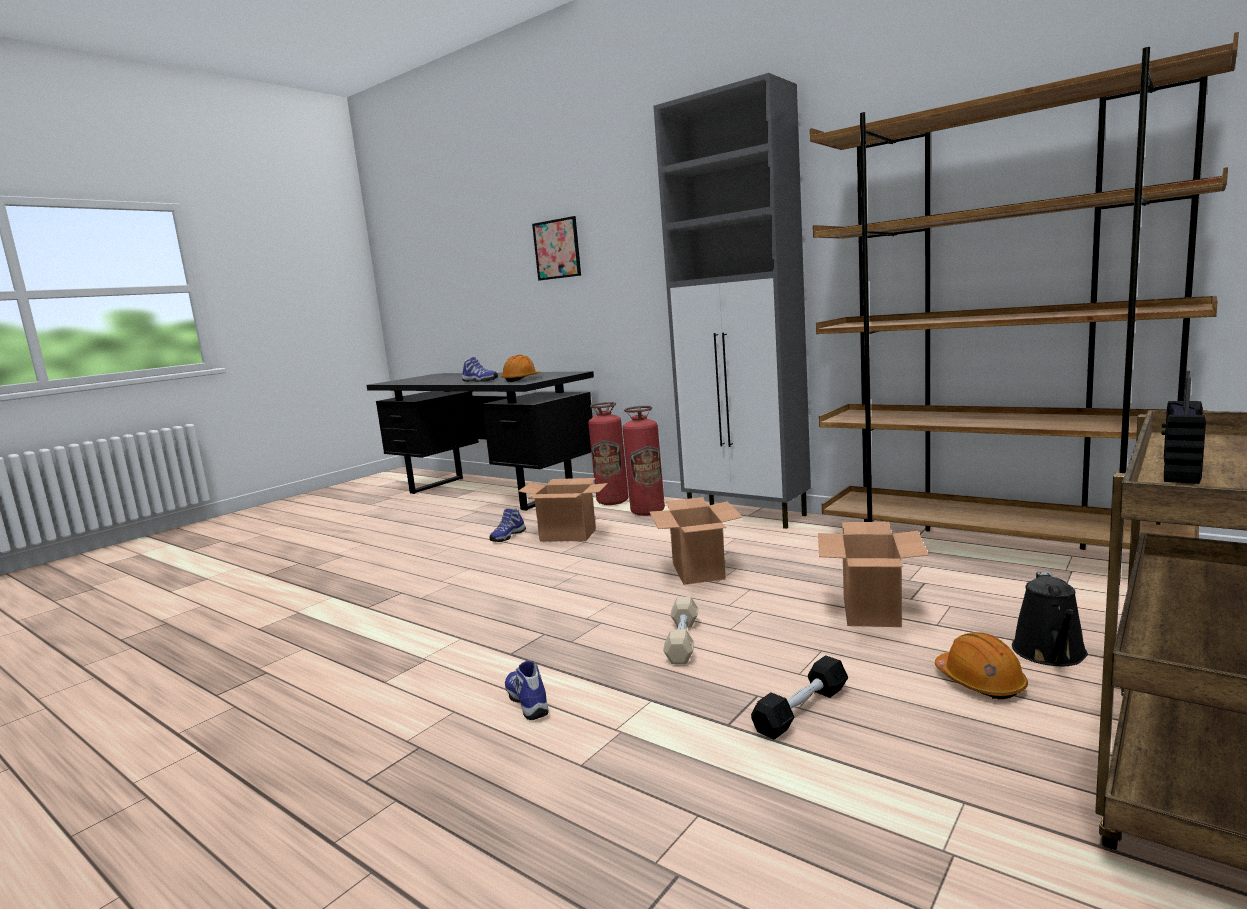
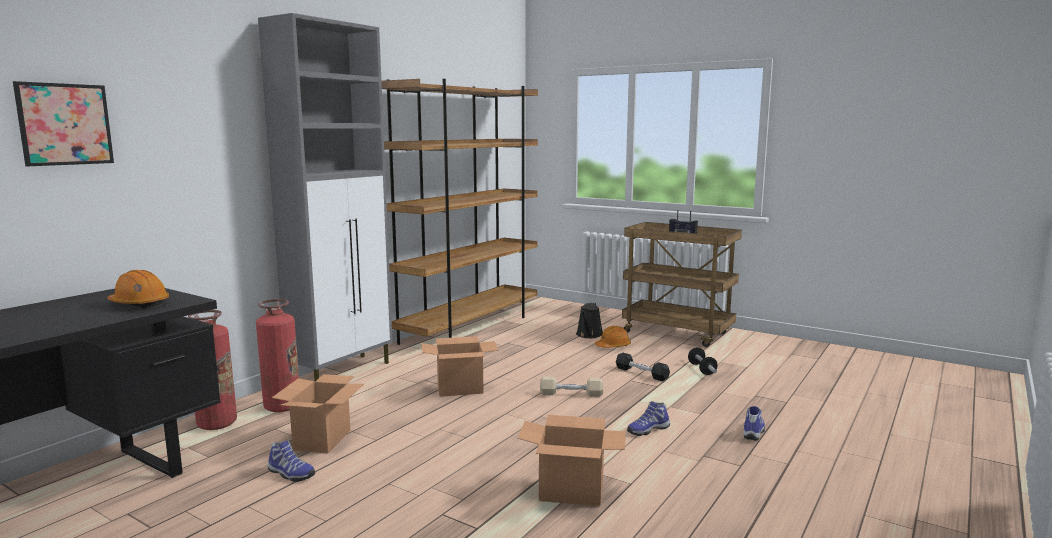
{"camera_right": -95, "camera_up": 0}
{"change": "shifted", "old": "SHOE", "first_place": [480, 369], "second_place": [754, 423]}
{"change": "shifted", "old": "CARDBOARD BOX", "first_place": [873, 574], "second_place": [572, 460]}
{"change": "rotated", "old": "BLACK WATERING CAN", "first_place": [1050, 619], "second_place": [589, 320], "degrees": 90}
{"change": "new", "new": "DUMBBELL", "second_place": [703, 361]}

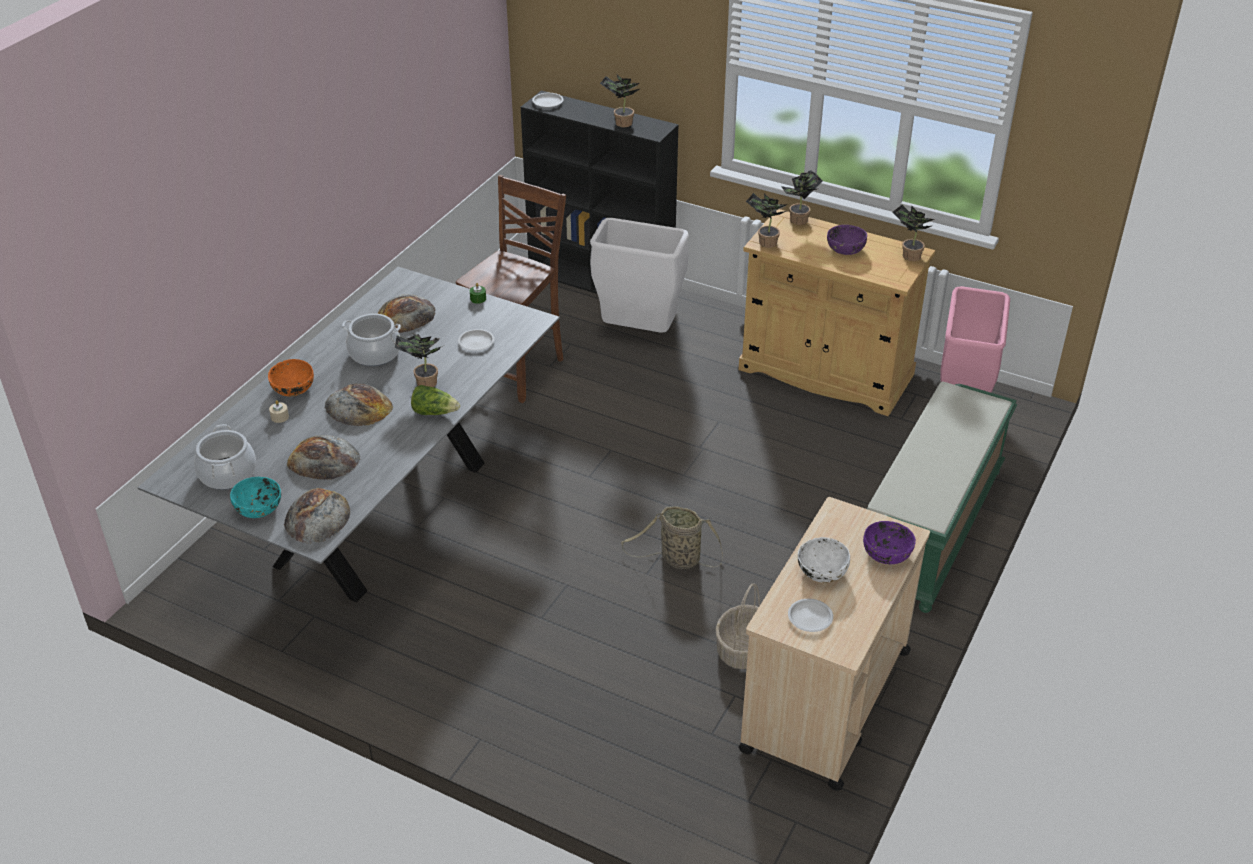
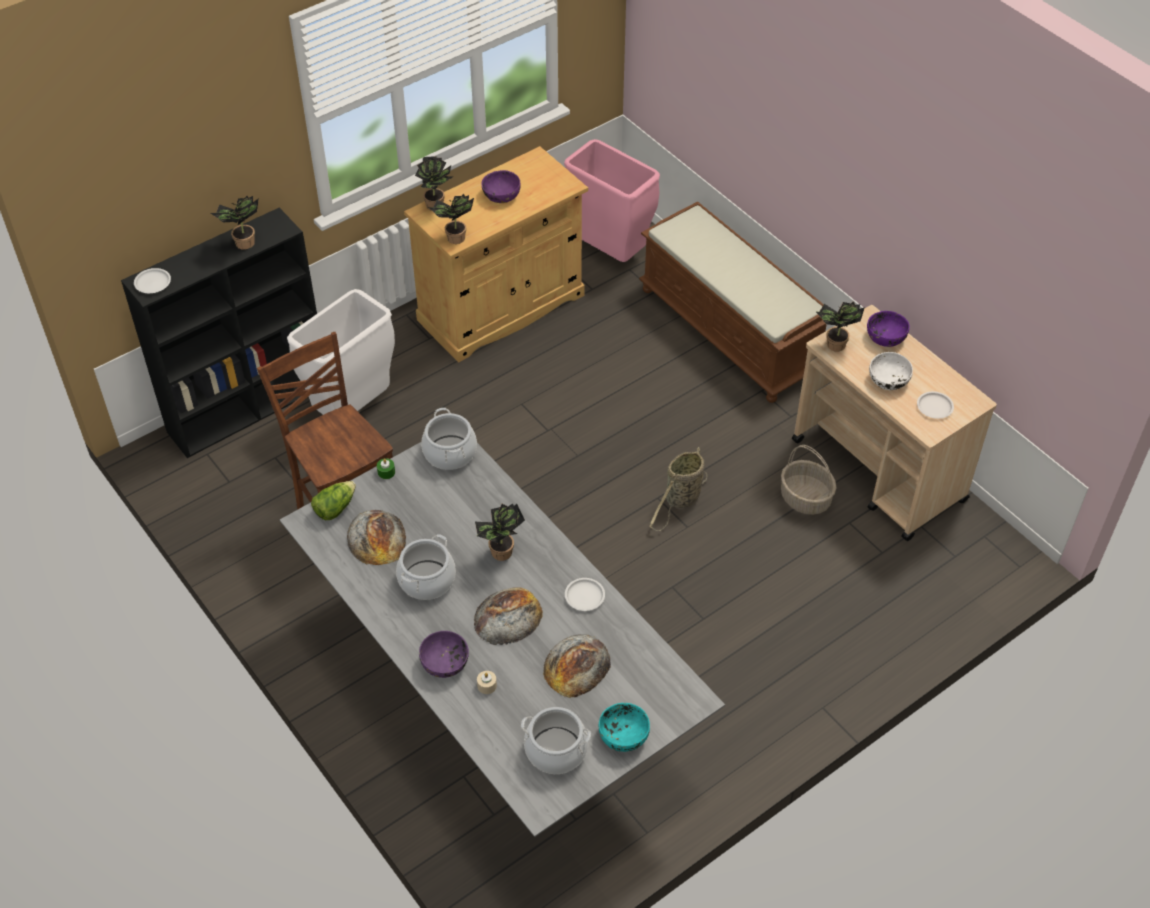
{"camera_right": -65, "camera_up": 10}
{"change": "repainted", "old": "ORANGE BOWL", "new": "PURPLE BOWL", "first_place": [291, 377], "second_place": [444, 654]}
{"change": "gone", "old": "BREAD", "first_place": [317, 516]}
{"change": "shifted", "old": "LETTUCE", "first_place": [435, 400], "second_place": [333, 500]}
{"change": "shifted", "old": "WHITE PLATE", "first_place": [476, 340], "second_place": [585, 594]}
{"change": "repainted", "old": "GREEN BENCH", "new": "BROWN BENCH", "first_place": [942, 497], "second_place": [733, 302]}
{"change": "shifted", "old": "POTTED PLANT", "first_place": [914, 233], "second_place": [840, 326]}
{"change": "new", "new": "COOKING POT", "second_place": [449, 439]}

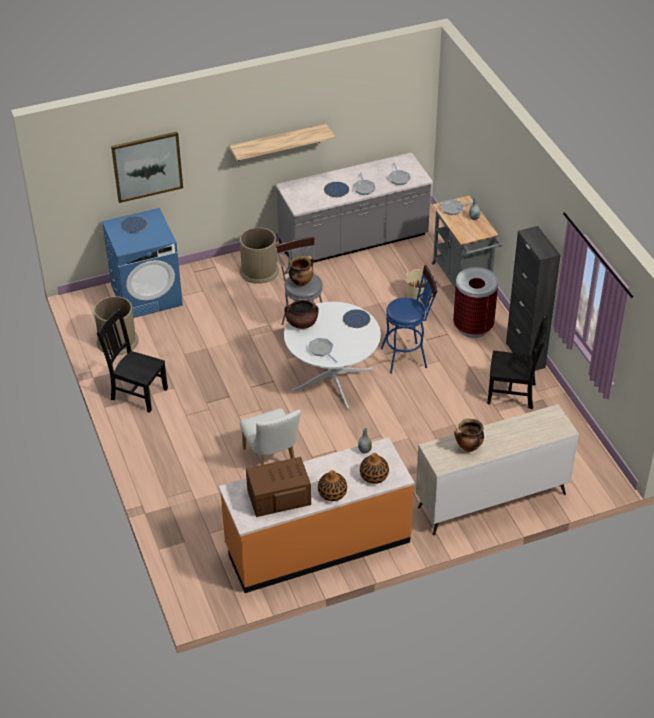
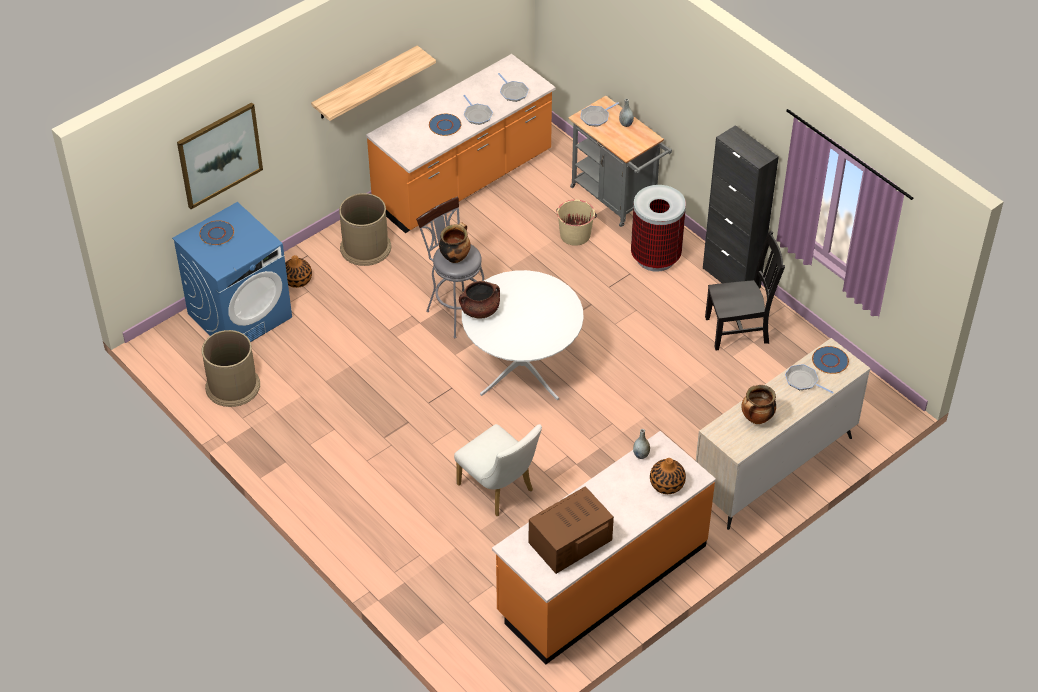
{"camera_right": -20, "camera_up": 5}
{"change": "gone", "old": "BLACK CHAIR", "first_place": [132, 360]}
{"change": "repainted", "old": "GREY COUNTER", "new": "ORANGE COUNTER", "first_place": [354, 207], "second_place": [460, 143]}
{"change": "shifted", "old": "FRYING PAN", "first_place": [322, 350], "second_place": [809, 379]}
{"change": "shifted", "old": "VASE", "first_place": [332, 485], "second_place": [298, 271]}
{"change": "shifted", "old": "BLUE PLATE", "first_place": [356, 318], "second_place": [830, 360]}
{"change": "gone", "old": "BLUE STOOL", "first_place": [409, 319]}

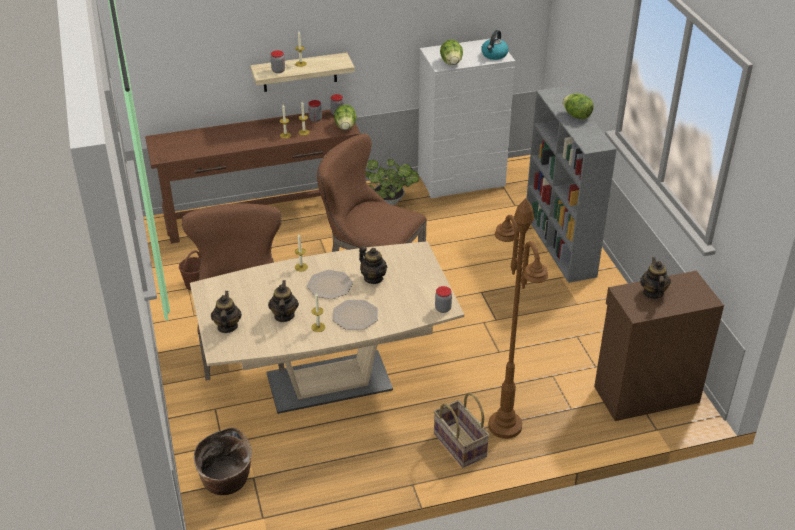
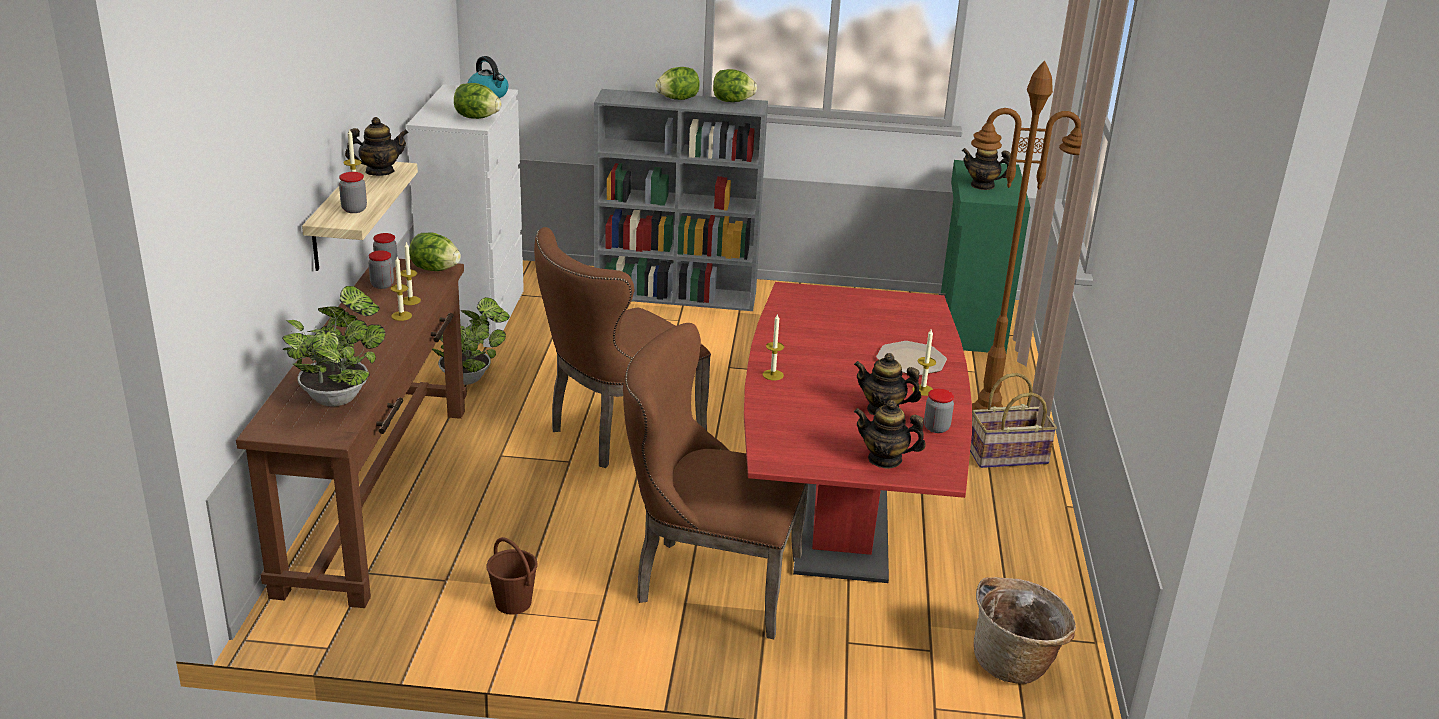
{"camera_right": -70, "camera_up": -10}
{"change": "repainted", "old": "BEIGE DINING TABLE", "new": "RED DINING TABLE", "first_place": [327, 327], "second_place": [858, 432]}
{"change": "gone", "old": "PLATE", "first_place": [330, 284]}
{"change": "shifted", "old": "TEAPOT", "first_place": [373, 265], "second_place": [377, 146]}
{"change": "shifted", "old": "JAR", "first_place": [443, 299], "second_place": [939, 411]}
{"change": "repainted", "old": "BROWN CABINET", "new": "GREEN CABINET", "first_place": [659, 346], "second_place": [984, 256]}
{"change": "new", "new": "POTTED PLANT", "second_place": [333, 346]}
{"change": "new", "new": "LETTUCE", "second_place": [735, 85]}

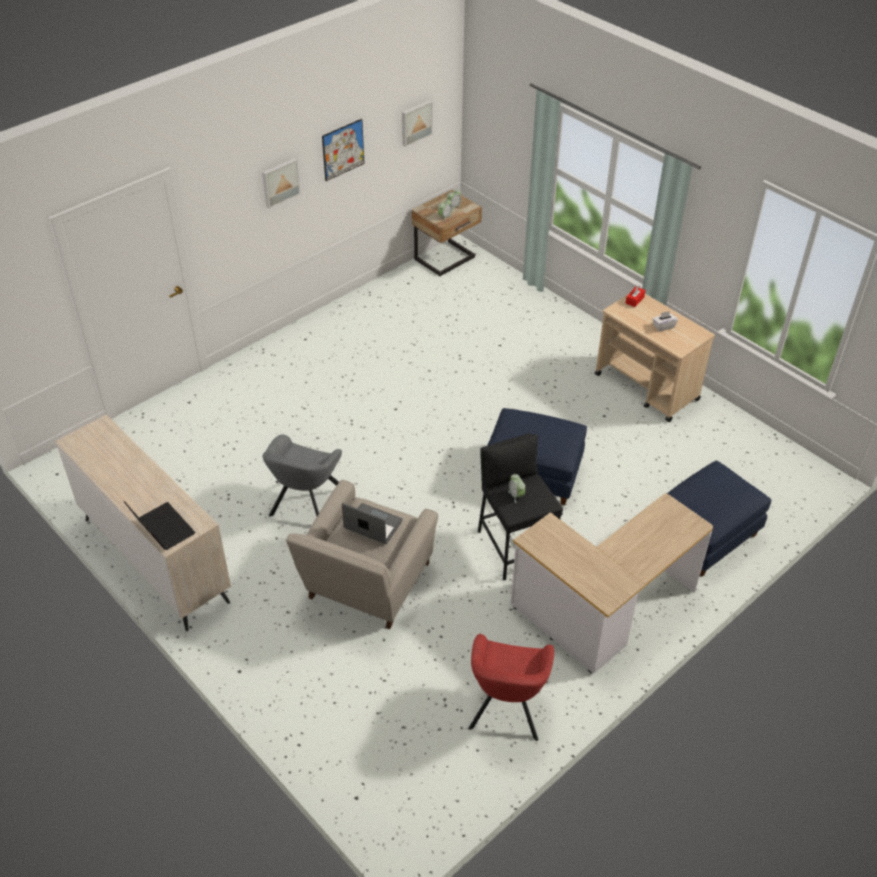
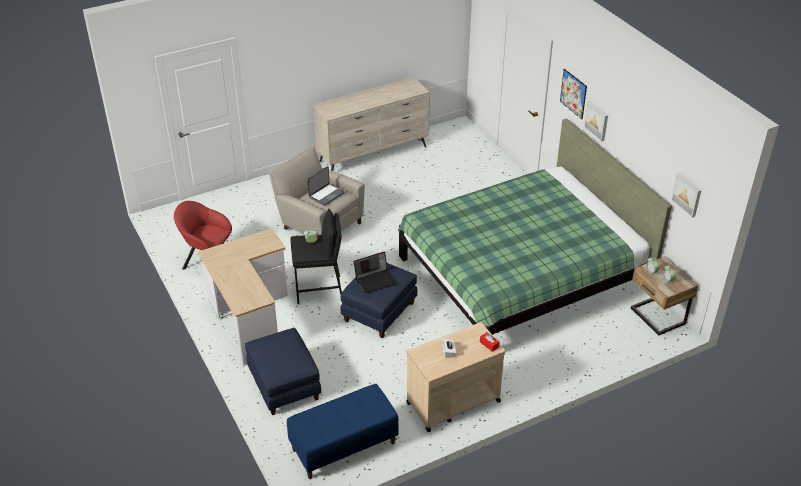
{"camera_right": 105, "camera_up": -5}
{"change": "shifted", "old": "LAPTOP", "first_place": [159, 525], "second_place": [375, 272]}
{"change": "gone", "old": "GREY ARMCHAIR", "first_place": [302, 475]}
{"change": "shifted", "old": "PICTURE", "first_place": [343, 150], "second_place": [573, 94]}
{"change": "new", "new": "BLUE BENCH", "second_place": [343, 431]}
{"change": "new", "new": "GREEN BED", "second_place": [535, 226]}

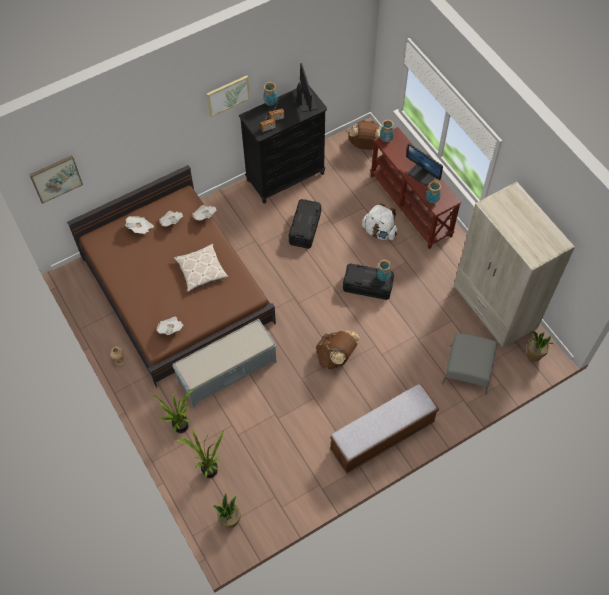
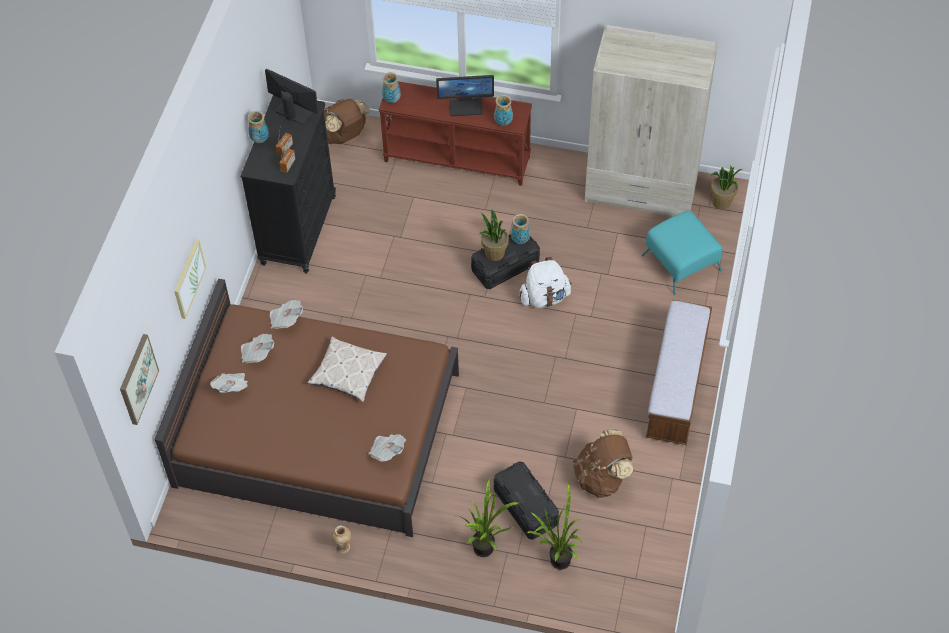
{"camera_right": -45, "camera_up": -5}
{"change": "gone", "old": "GREY BENCH", "first_place": [224, 363]}
{"change": "shifted", "old": "PICTURE", "first_place": [228, 96], "second_place": [190, 279]}
{"change": "shifted", "old": "POTTED PLANT", "first_place": [227, 510], "second_place": [494, 235]}
{"change": "shifted", "old": "BLACK STORAGE BOX", "first_place": [305, 224], "second_place": [526, 500]}
{"change": "shifted", "old": "BROWN BACKPACK", "first_place": [338, 349], "second_place": [603, 463]}
{"change": "shifted", "old": "WHITE BACKPACK", "first_place": [379, 222], "second_place": [545, 282]}
{"change": "repainted", "old": "GREY OTTOMAN", "new": "TURQUOISE OTTOMAN", "first_place": [469, 363], "second_place": [682, 253]}

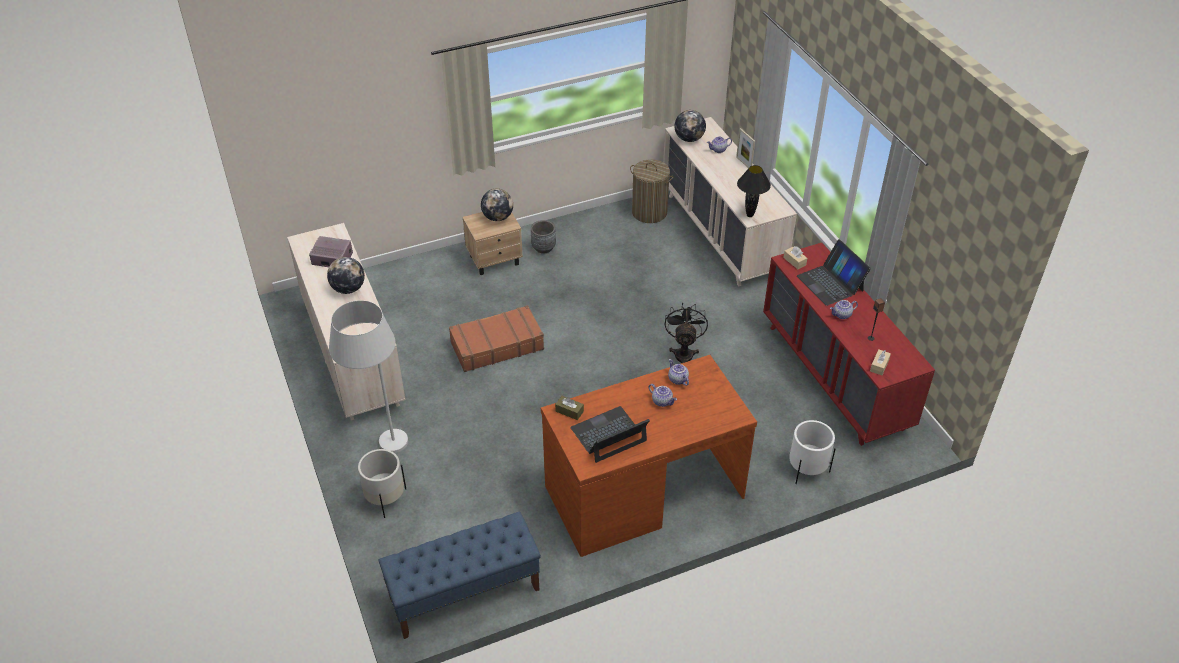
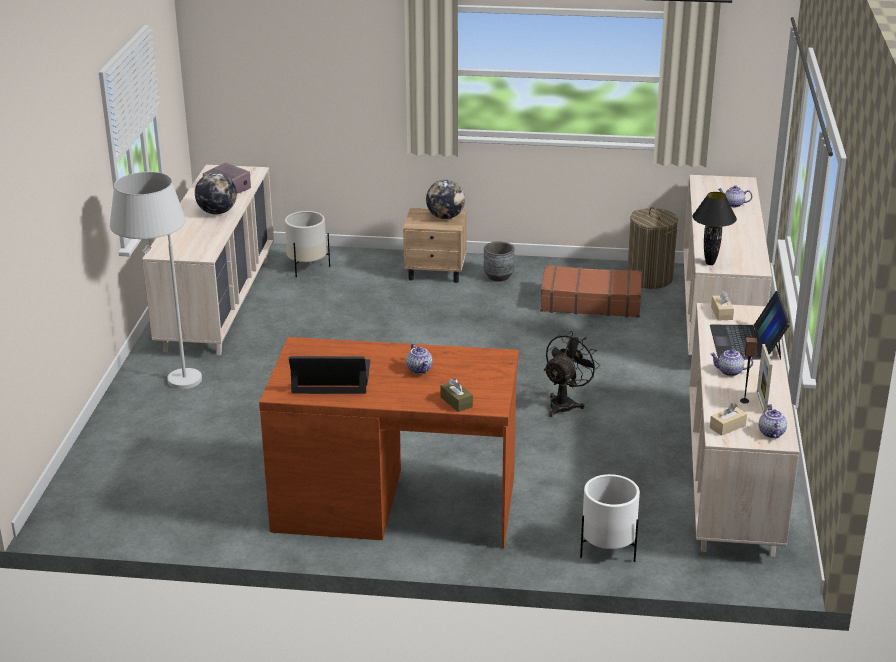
{"camera_right": 30, "camera_up": -15}
{"change": "shifted", "old": "WHITE PLANTER", "first_place": [382, 483], "second_place": [307, 244]}
{"change": "gone", "old": "BLUE BENCH", "first_place": [460, 575]}
{"change": "shifted", "old": "BROWN SUITCASE", "first_place": [496, 338], "second_place": [591, 291]}
{"change": "shifted", "old": "BROWN TISSUE BOX", "first_place": [569, 408], "second_place": [457, 395]}
{"change": "shifted", "old": "TEAPOT", "first_place": [678, 372], "second_place": [773, 421]}
{"change": "gone", "old": "GLOBE", "first_place": [690, 126]}
{"change": "shifted", "old": "PICTURE FRAME", "first_place": [745, 148], "second_place": [764, 378]}
{"change": "repainted", "old": "RED DRESSER", "new": "BEIGE DRESSER", "first_place": [849, 344], "second_place": [744, 430]}

